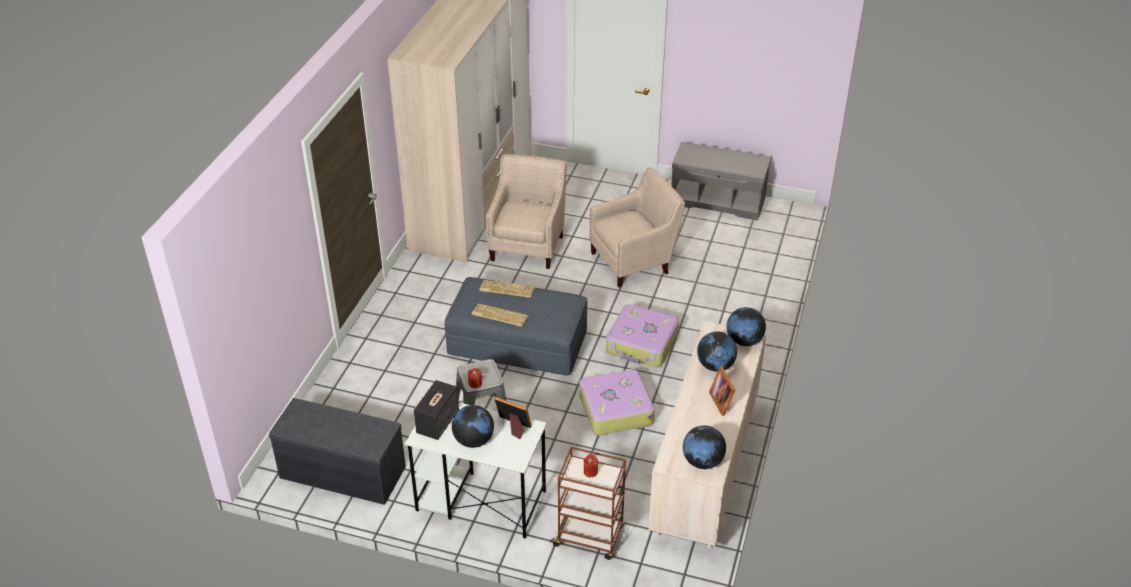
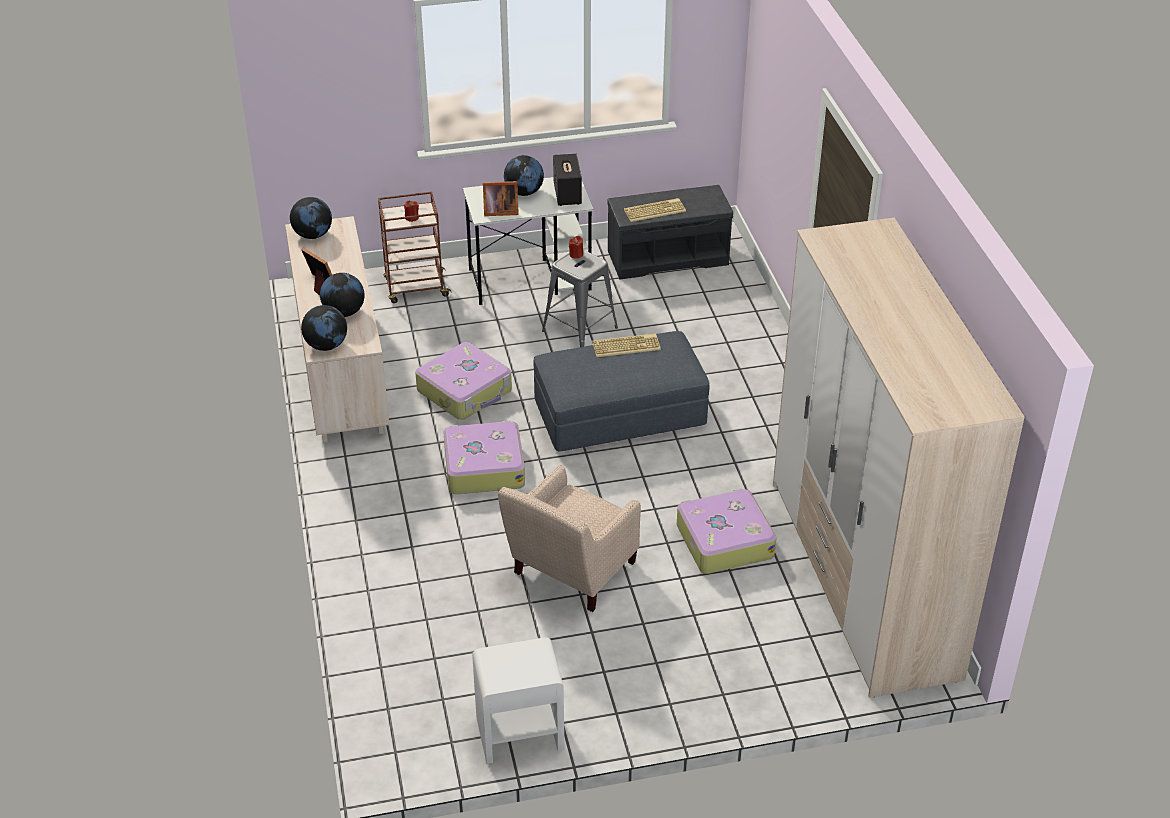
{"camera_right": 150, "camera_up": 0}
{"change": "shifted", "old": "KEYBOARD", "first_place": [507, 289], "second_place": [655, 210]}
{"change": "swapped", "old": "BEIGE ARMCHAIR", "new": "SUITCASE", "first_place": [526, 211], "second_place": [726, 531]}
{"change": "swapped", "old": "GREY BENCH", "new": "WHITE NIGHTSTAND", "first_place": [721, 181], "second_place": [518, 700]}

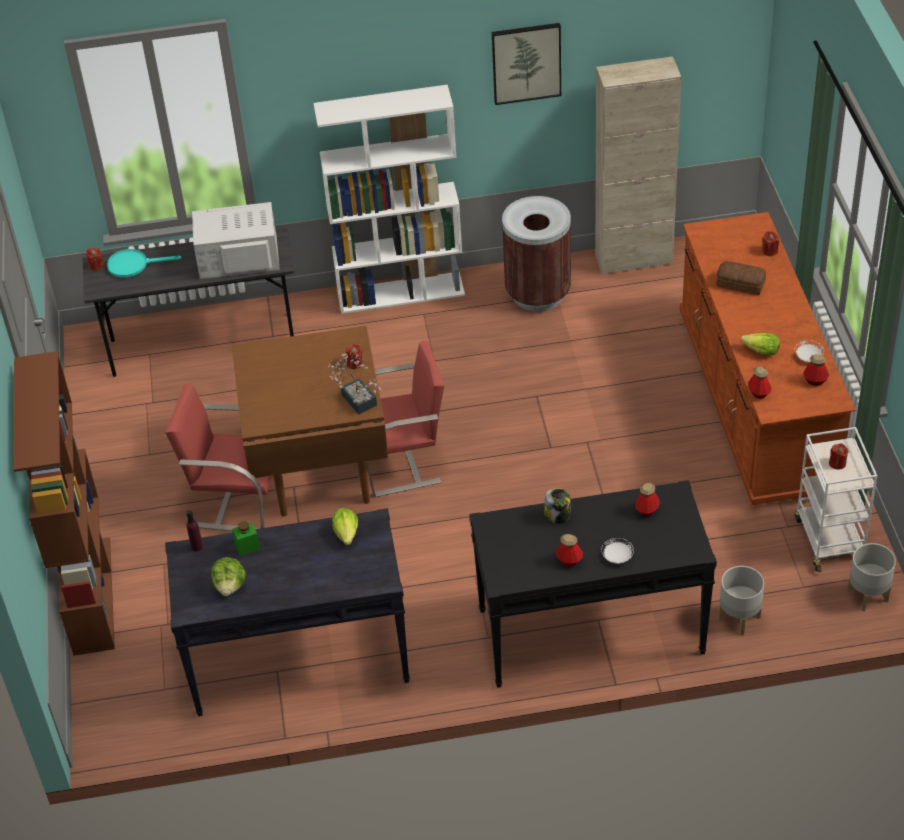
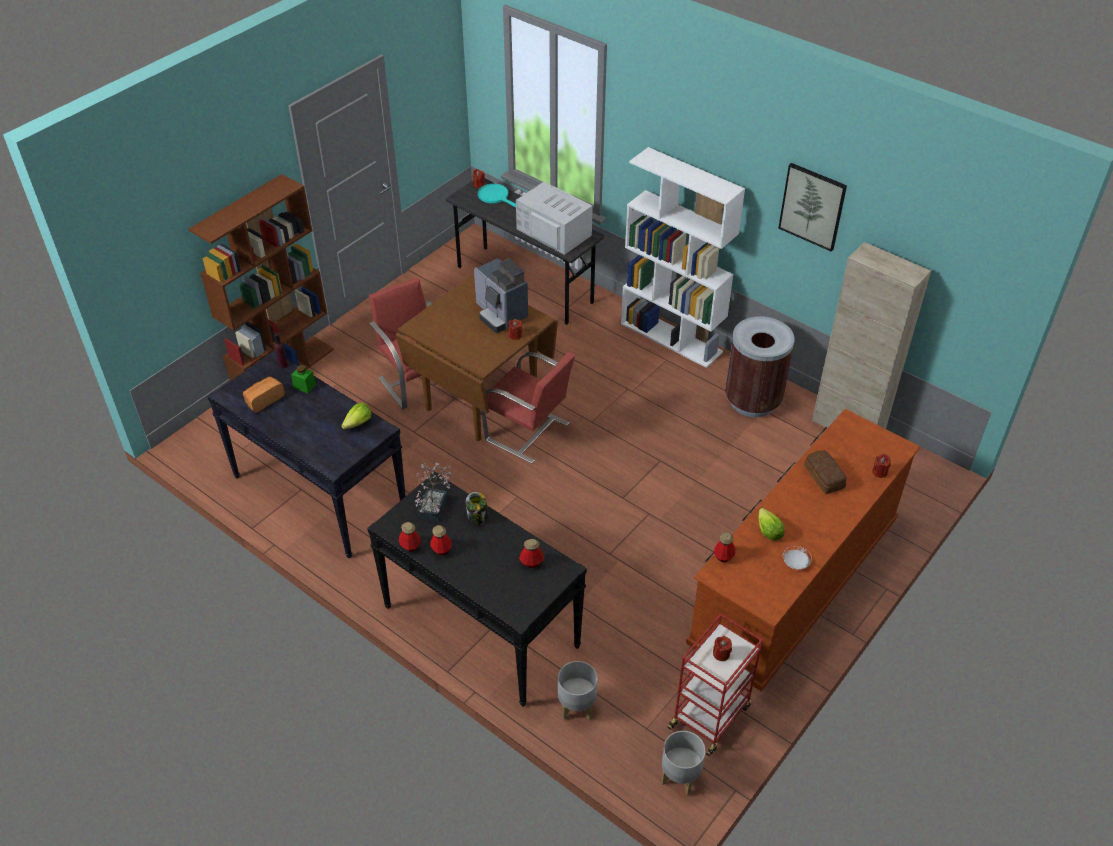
{"camera_right": 45, "camera_up": 0}
{"change": "swapped", "old": "LETTUCE", "new": "BREAD", "first_place": [228, 576], "second_place": [264, 395]}
{"change": "shifted", "old": "POTTED PLANT", "first_place": [355, 382], "second_place": [434, 492]}
{"change": "gone", "old": "WHITE PLATE", "first_place": [617, 551]}
{"change": "repainted", "old": "WHITE CART", "new": "RED CART", "first_place": [836, 499], "second_place": [715, 684]}
{"change": "shifted", "old": "BOTTLE", "first_place": [816, 370], "second_place": [410, 537]}
{"change": "new", "new": "COFFEE MACHINE", "second_place": [501, 295]}

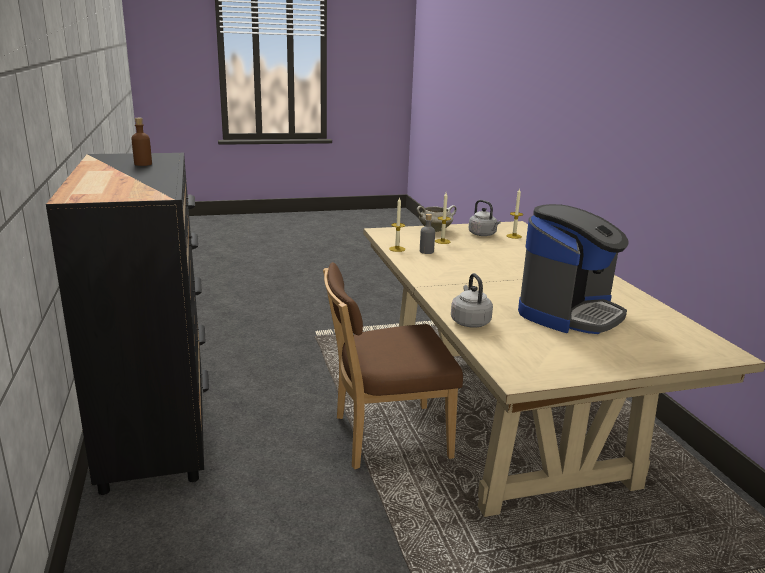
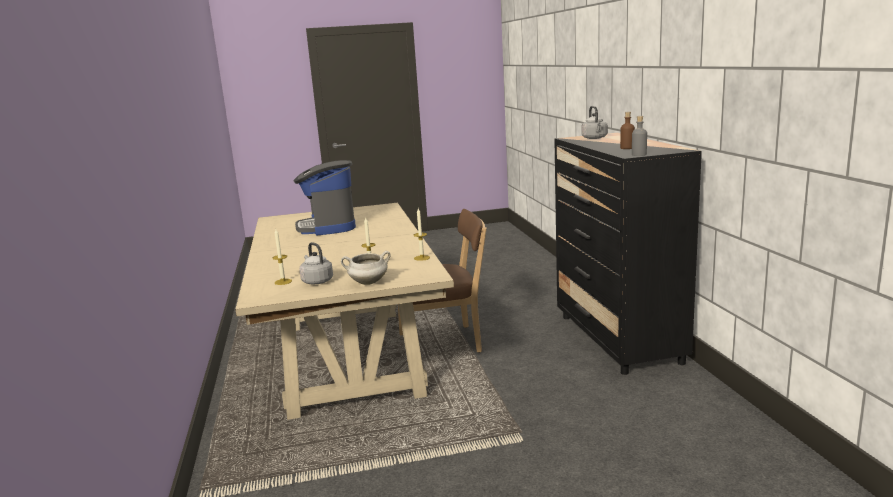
{"camera_right": -175, "camera_up": -5}
{"change": "shifted", "old": "GREY BOTTLE", "first_place": [427, 234], "second_place": [639, 136]}
{"change": "shifted", "old": "GREY KETTLE", "first_place": [472, 300], "second_place": [594, 122]}
{"change": "rotated", "old": "COFFEE MACHINE", "first_place": [573, 269], "second_place": [325, 197], "degrees": -60}

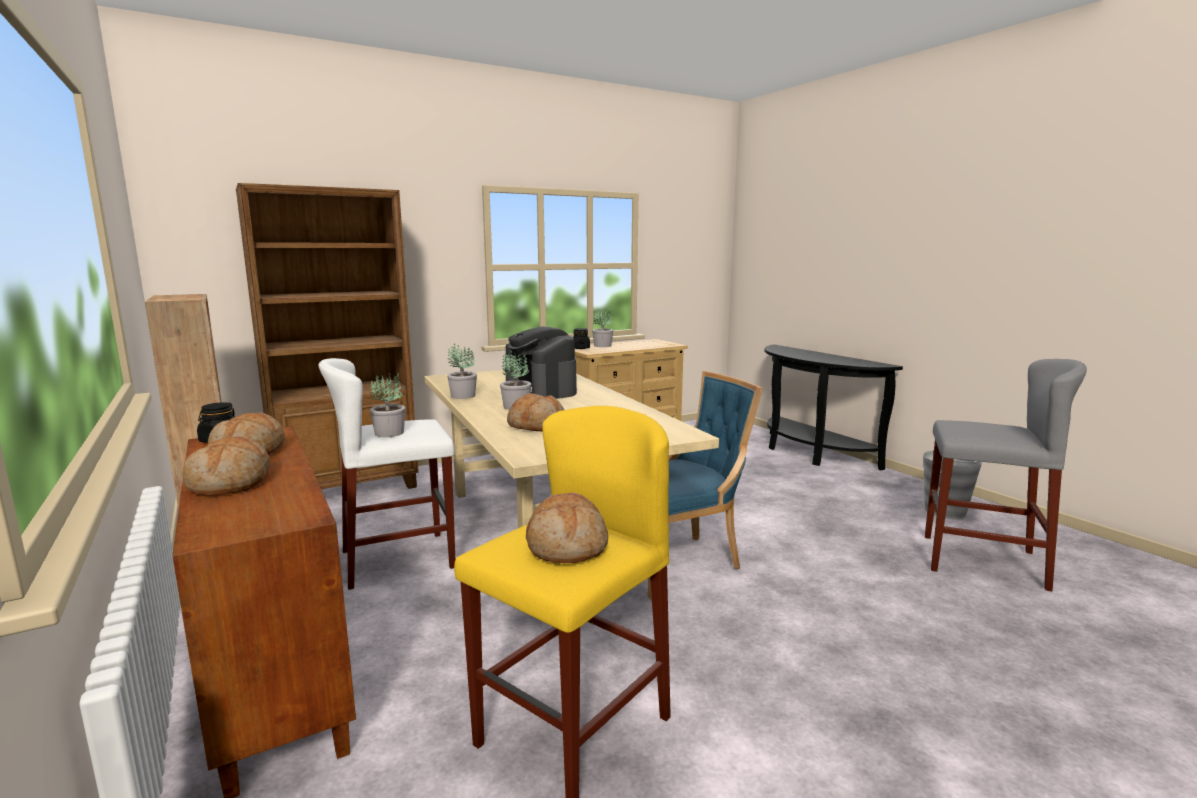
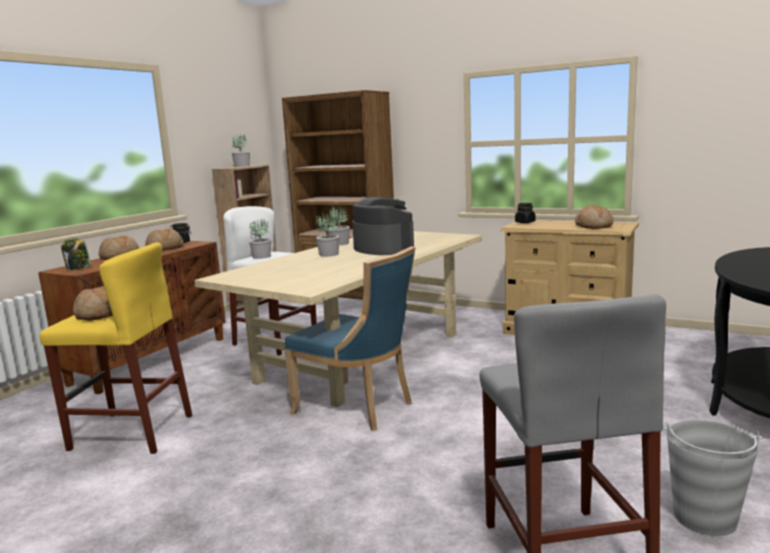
{"camera_right": 60, "camera_up": 0}
{"change": "rotated", "old": "COFFEE MACHINE", "first_place": [541, 363], "second_place": [383, 226], "degrees": 120}
{"change": "shifted", "old": "BREAD", "first_place": [535, 412], "second_place": [594, 217]}
{"change": "shifted", "old": "POTTED PLANT", "first_place": [602, 327], "second_place": [241, 150]}
{"change": "new", "new": "JAR", "second_place": [76, 254]}

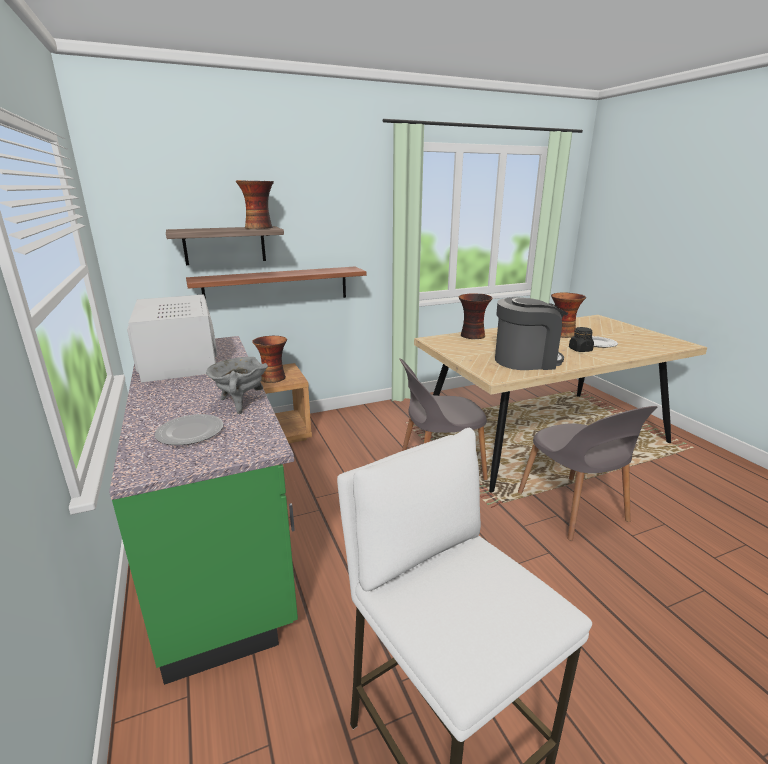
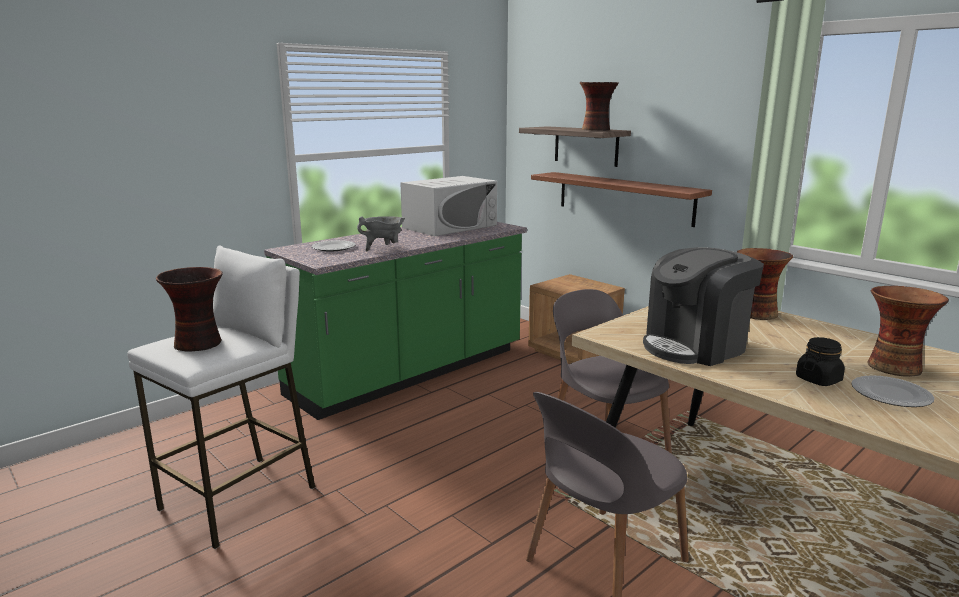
{"camera_right": 70, "camera_up": -5}
{"change": "shifted", "old": "VASE", "first_place": [269, 359], "second_place": [189, 309]}
{"change": "rotated", "old": "COFFEE MACHINE", "first_place": [531, 333], "second_place": [703, 306], "degrees": 90}

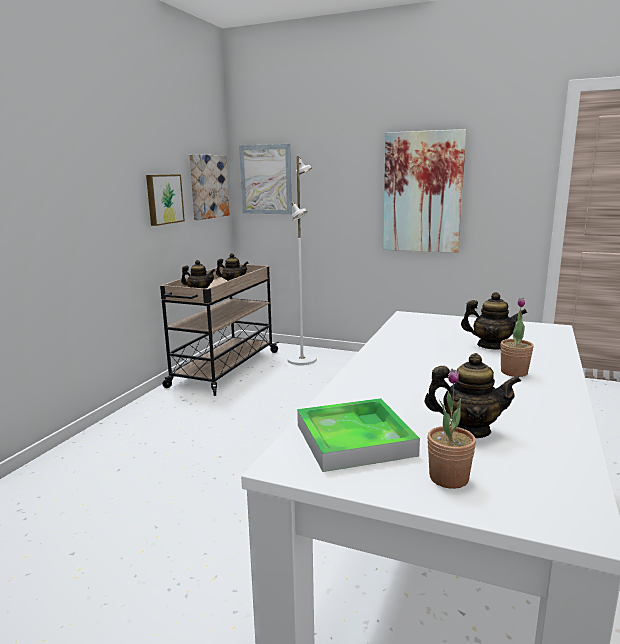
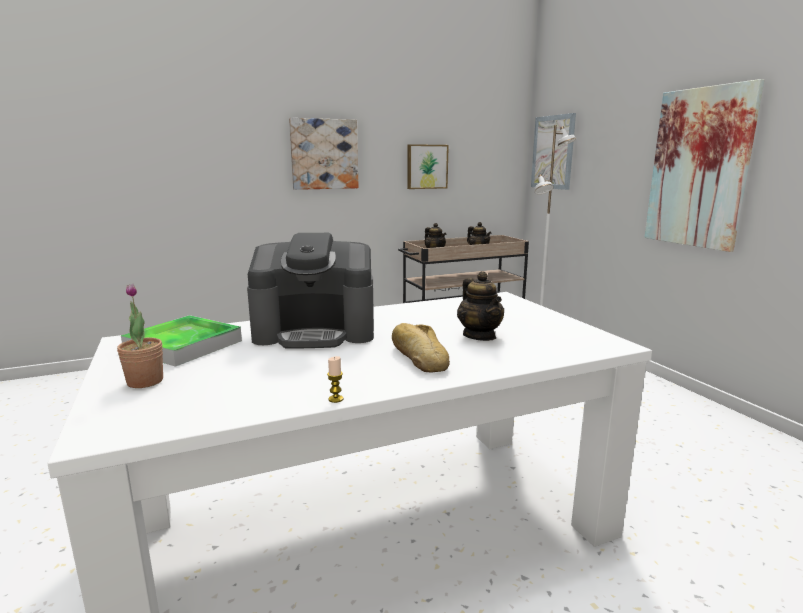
{"camera_right": 45, "camera_up": 0}
{"change": "shifted", "old": "PICTURE", "first_place": [209, 187], "second_place": [324, 154]}
{"change": "gone", "old": "TEAPOT", "first_place": [473, 395]}
{"change": "swapped", "old": "POTTED PLANT", "new": "BREAD", "first_place": [517, 337], "second_place": [421, 348]}
{"change": "new", "new": "COFFEE MACHINE", "second_place": [310, 291]}
{"change": "new", "new": "CANDLE", "second_place": [335, 379]}

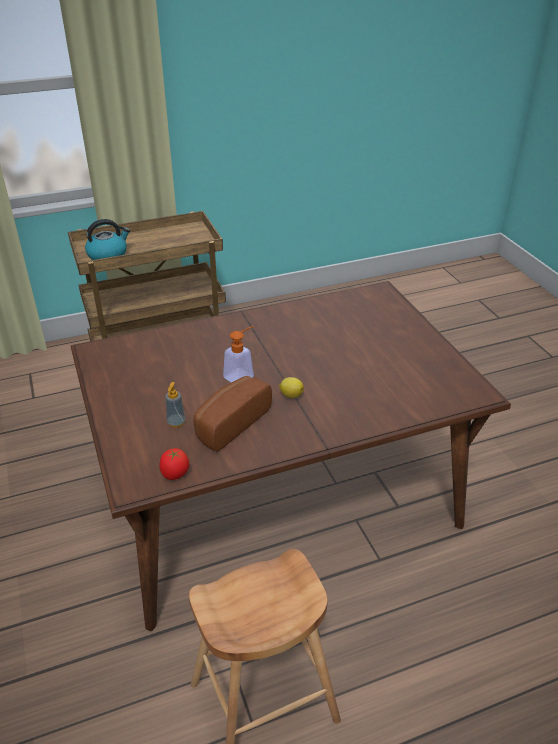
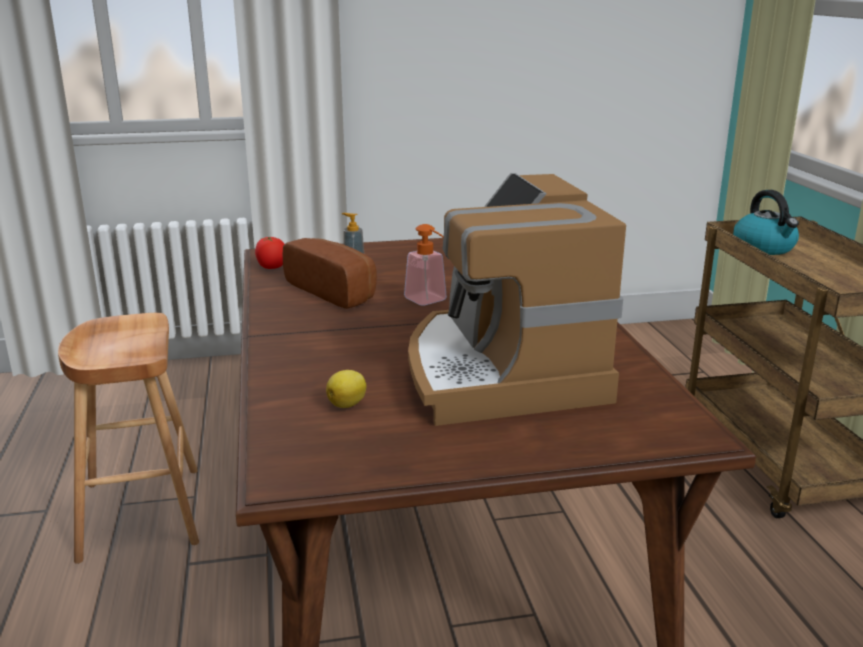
{"camera_right": 100, "camera_up": -15}
{"change": "shifted", "old": "LEMON", "first_place": [291, 388], "second_place": [346, 389]}
{"change": "new", "new": "COFFEE MACHINE", "second_place": [517, 299]}

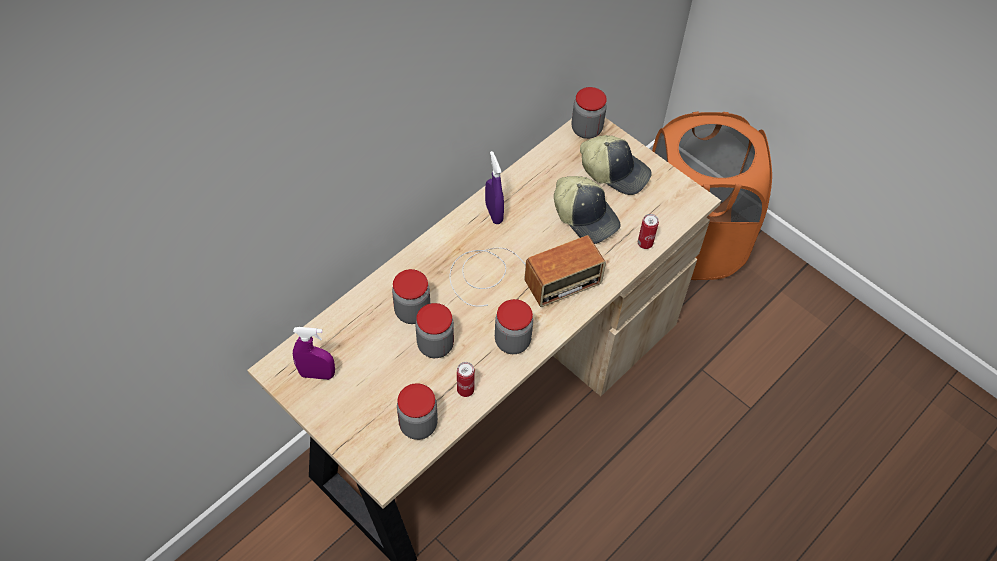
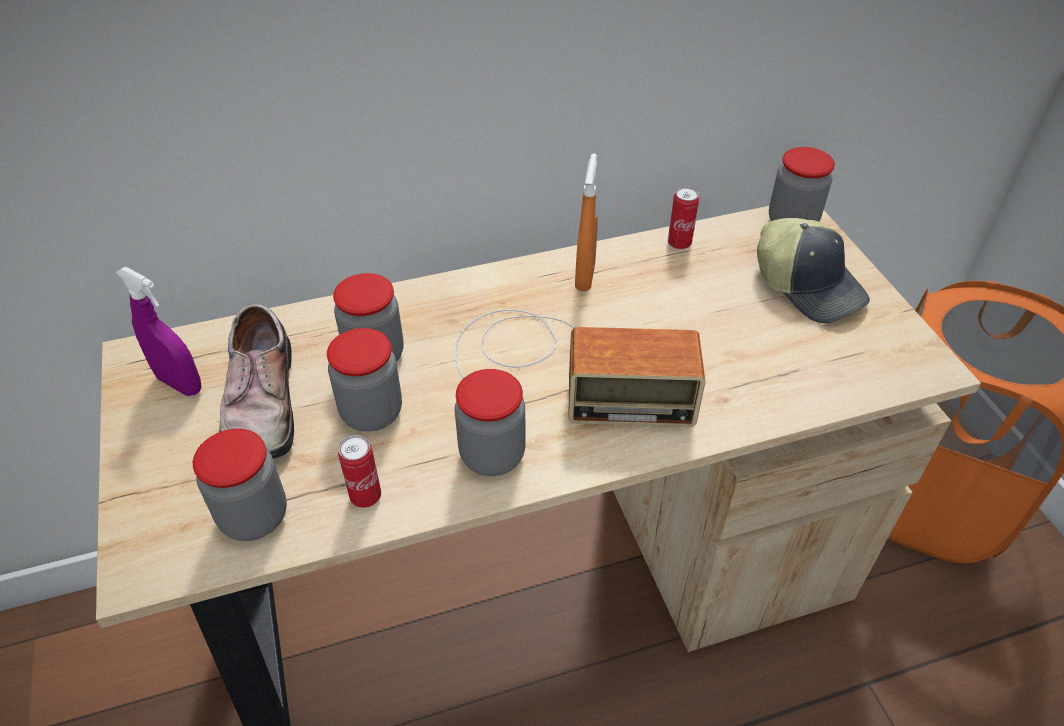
{"camera_right": 30, "camera_up": -10}
{"change": "repainted", "old": "PURPLE SPRAY BOTTLE", "new": "ORANGE SPRAY BOTTLE", "first_place": [494, 187], "second_place": [586, 222]}
{"change": "gone", "old": "CAP", "first_place": [587, 210]}
{"change": "shifted", "old": "CAN", "first_place": [648, 231], "second_place": [683, 218]}
{"change": "new", "new": "SHOE", "second_place": [256, 381]}

